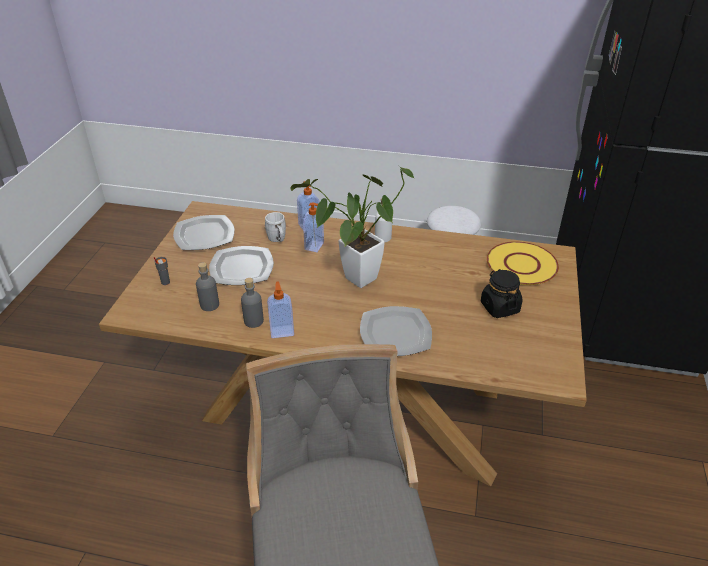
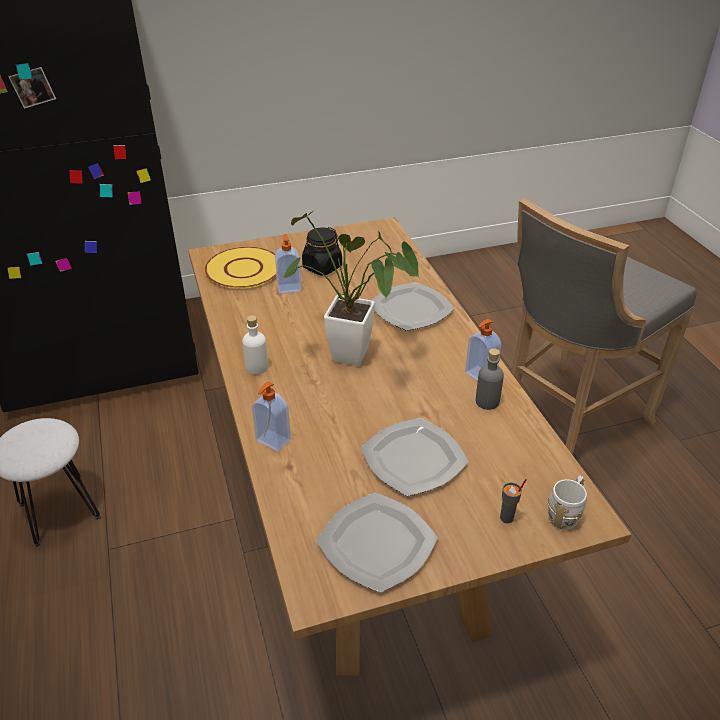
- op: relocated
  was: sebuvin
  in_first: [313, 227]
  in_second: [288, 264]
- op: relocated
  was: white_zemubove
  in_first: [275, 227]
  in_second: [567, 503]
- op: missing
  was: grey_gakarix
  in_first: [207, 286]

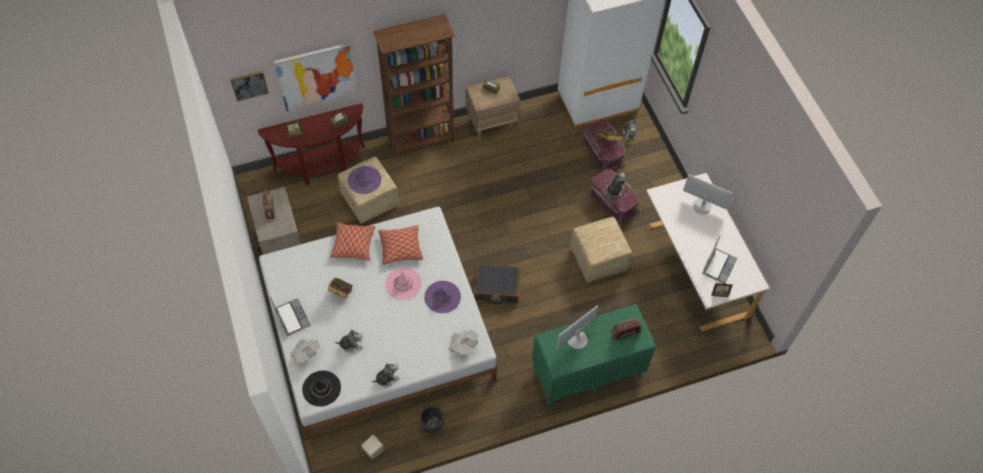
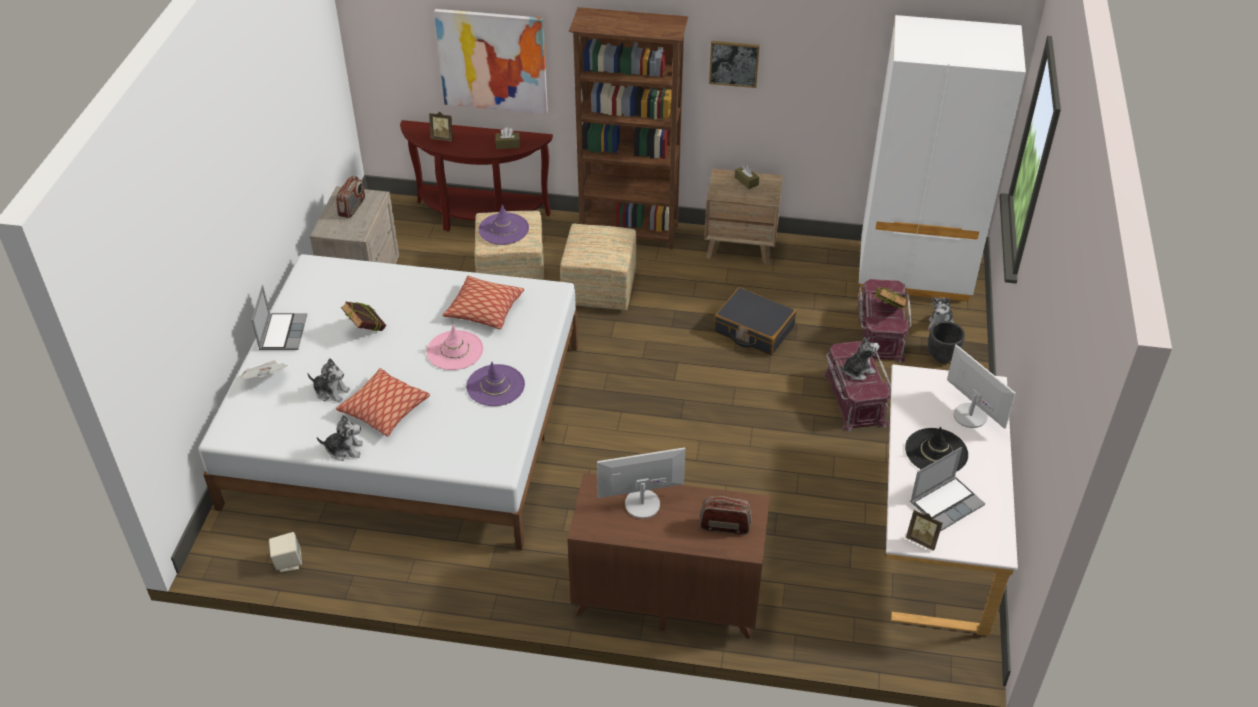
- op: relocated
  was: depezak
  in_first: [249, 86]
  in_second: [734, 64]
- op: relocated
  was: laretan
  in_first: [601, 250]
  in_second: [598, 267]
- op: relocated
  was: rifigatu
  in_first: [352, 241]
  in_second: [383, 402]
- op: relocated
  was: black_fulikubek
  in_first: [497, 284]
  in_second: [755, 321]
- op: colour
  was: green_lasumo
  now: brown_lasumo
  in_first: [594, 354]
  in_second: [668, 556]
- op: missing
  was: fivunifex
  in_first: [463, 342]
- op: relocated
  was: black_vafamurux
  in_first: [321, 388]
  in_second: [936, 449]
- op: relocated
  was: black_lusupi
  in_first: [431, 419]
  in_second: [946, 342]

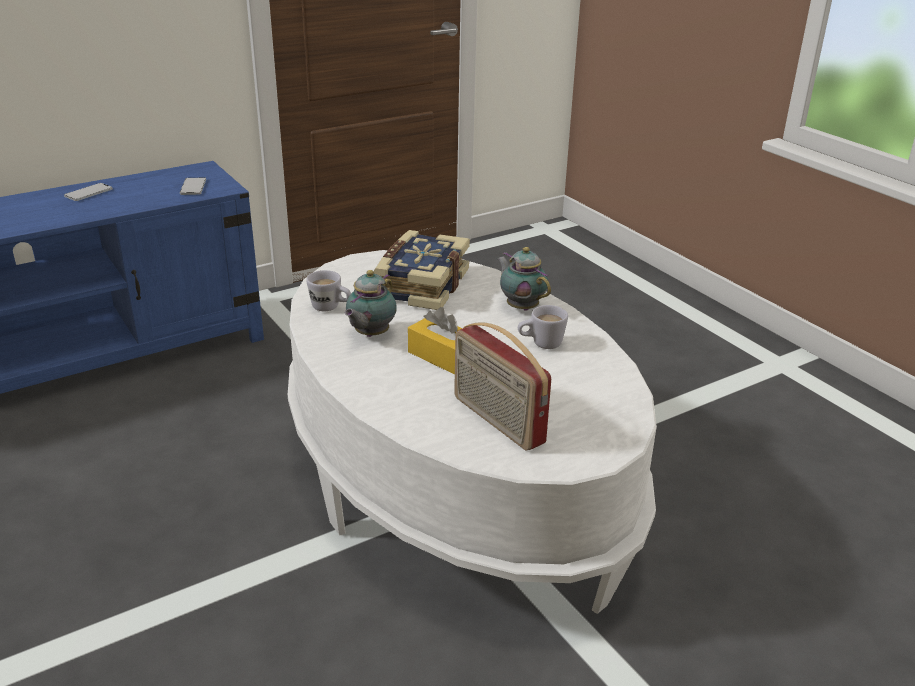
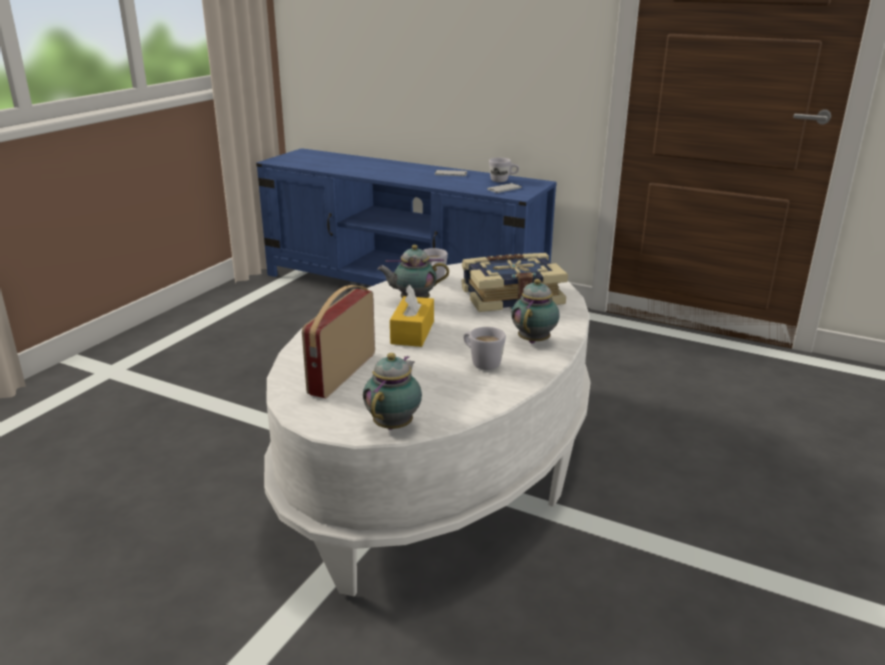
- op: appeared
  now: white_zemubove
  in_second: [504, 170]
- op: appeared
  now: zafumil
  in_second: [392, 391]

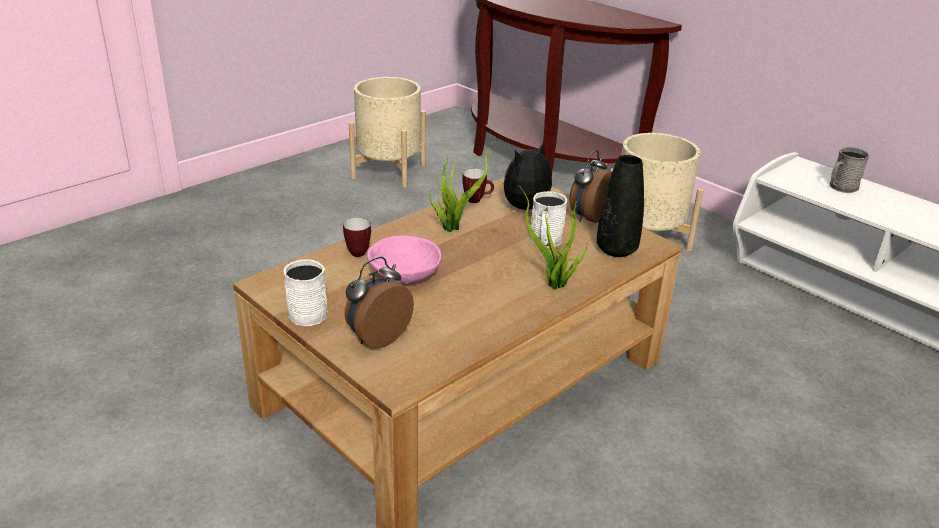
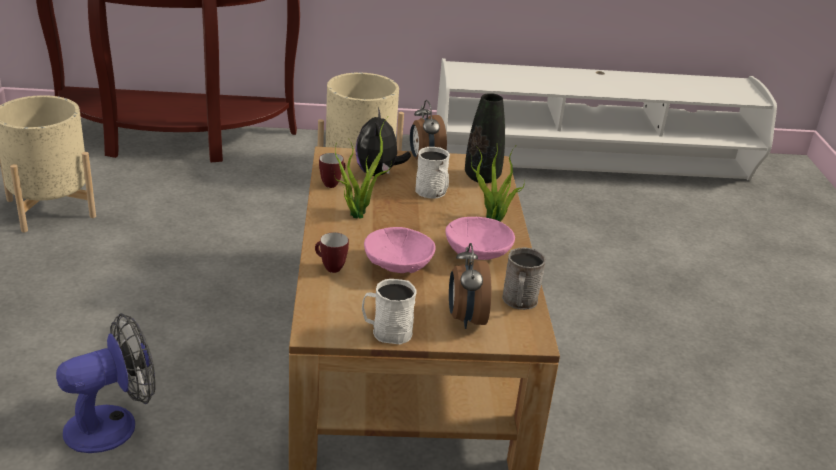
- op: relocated
  was: grey_zemubove
  in_first: [850, 170]
  in_second: [524, 278]
- op: appeared
  now: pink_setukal
  in_second: [480, 238]
- op: appeared
  now: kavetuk
  in_second: [105, 383]

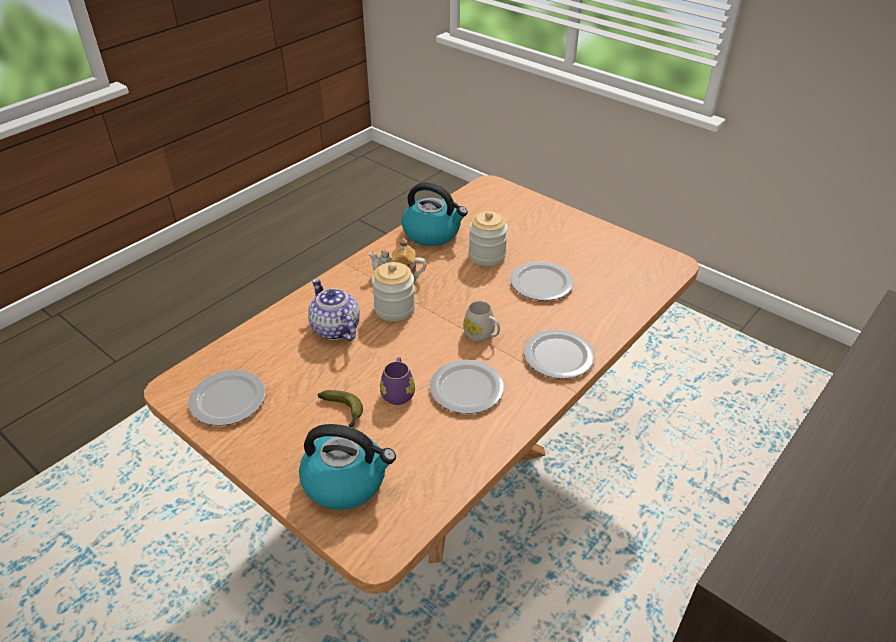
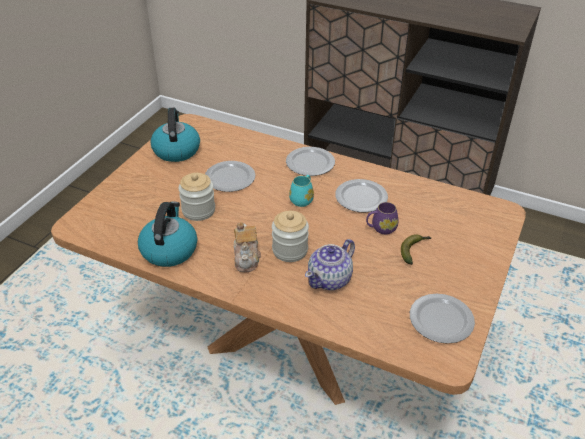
- op: colour
  was: white_zemubove
  now: turquoise_zemubove
  in_first: [481, 321]
  in_second: [301, 191]
- op: relocated
  was: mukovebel
  in_first: [347, 467]
  in_second: [175, 135]

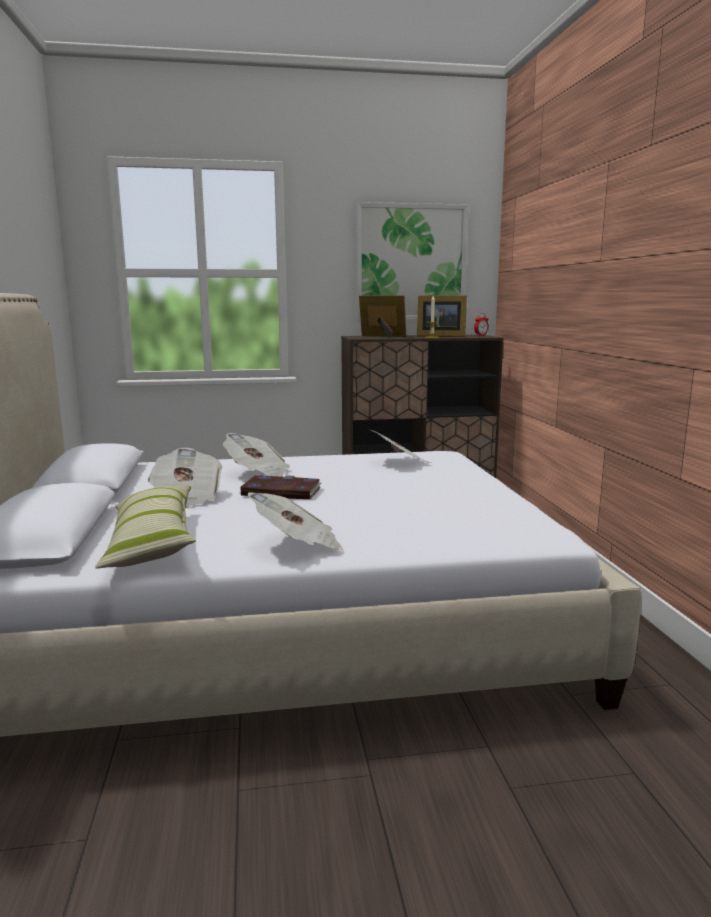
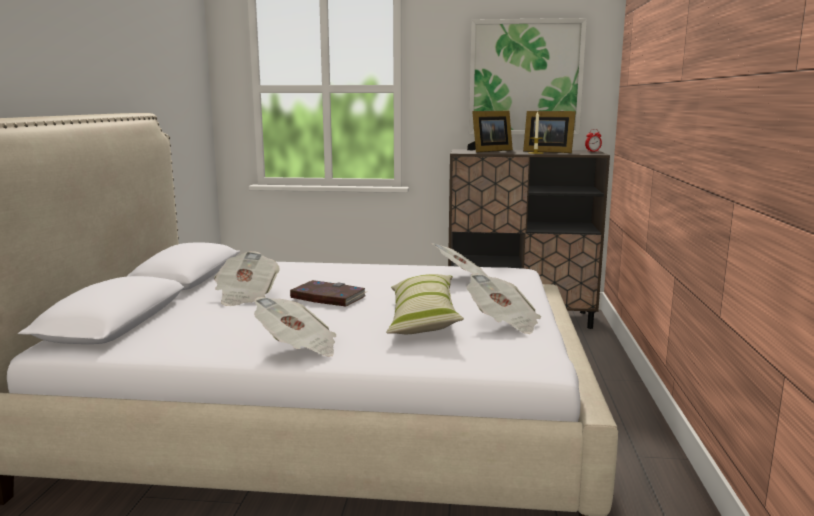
- op: spun
  was: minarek
  in_first: [382, 316]
  in_second: [490, 131]
  clockwise: 105
- op: relocated
  was: fivunifex
  in_first: [256, 455]
  in_second: [504, 303]
- op: relocated
  was: rifigatu
  in_first: [145, 527]
  in_second: [425, 304]

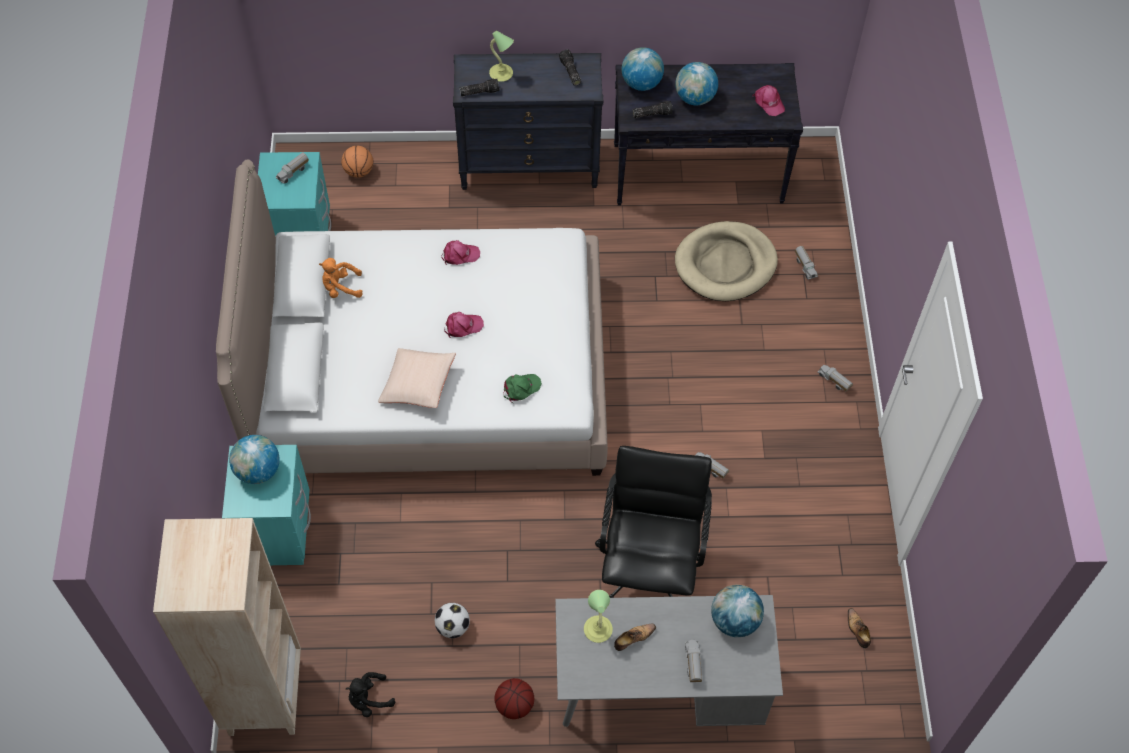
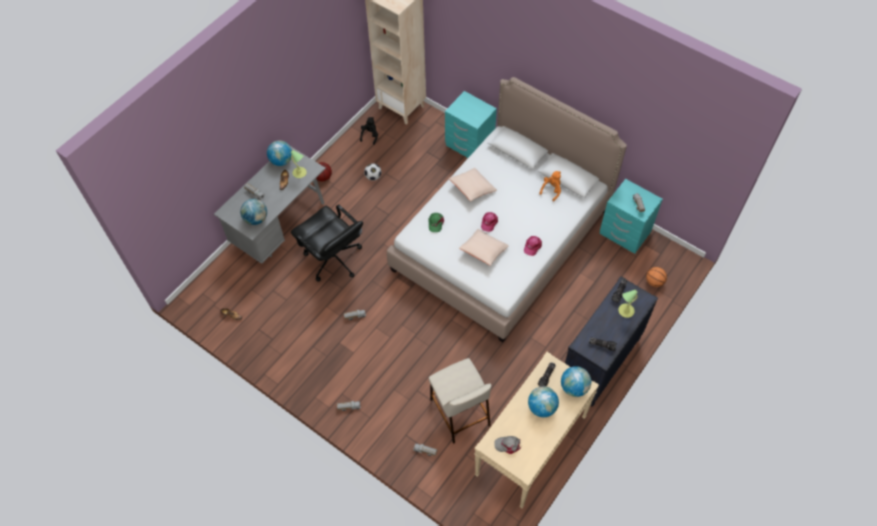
- op: colour
  was: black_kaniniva
  now: beige_kaniniva
  in_first: [708, 134]
  in_second: [536, 430]
- op: colour
  was: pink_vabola
  now: grey_vabola
  in_first: [769, 100]
  in_second: [508, 445]
- op: exchanged
  was: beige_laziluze
  now: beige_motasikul
  in_first: [726, 261]
  in_second: [460, 401]
- op: relocated
  was: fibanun
  in_first: [254, 459]
  in_second: [279, 153]
- op: appeared
  now: beige_rifigatu
  in_second: [484, 247]

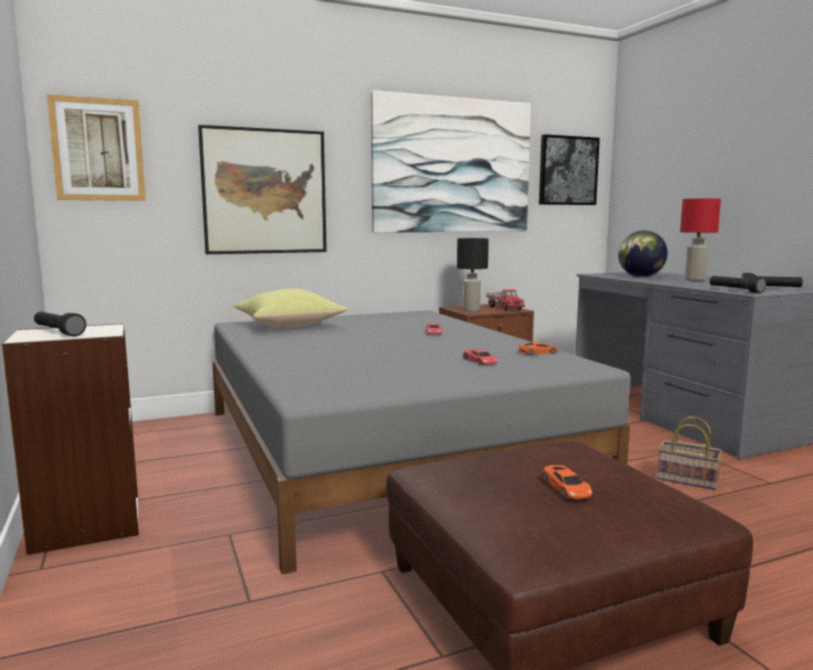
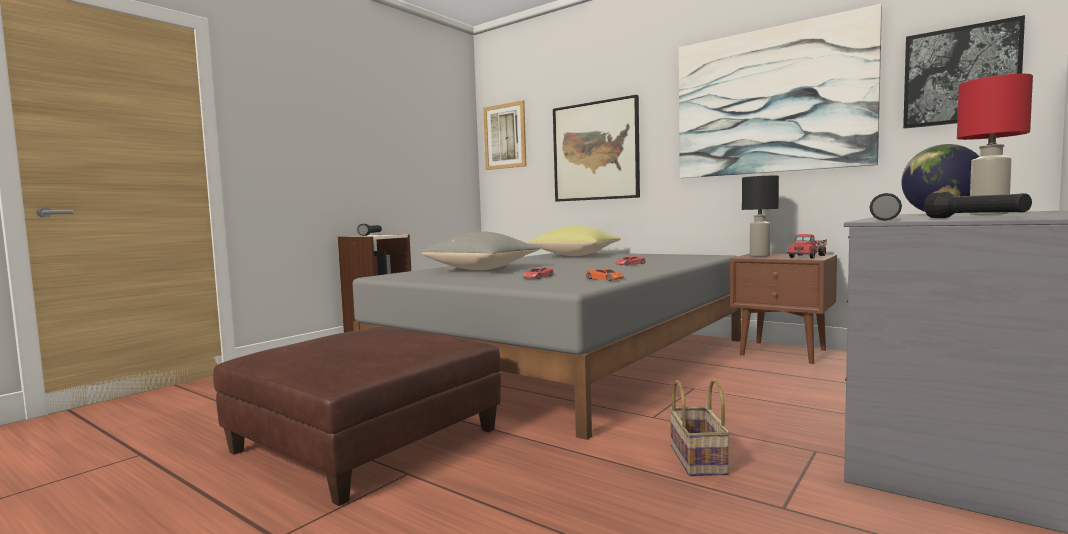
- op: missing
  was: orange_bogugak
  in_first: [567, 482]
- op: appeared
  now: grey_rifigatu
  in_second: [481, 250]

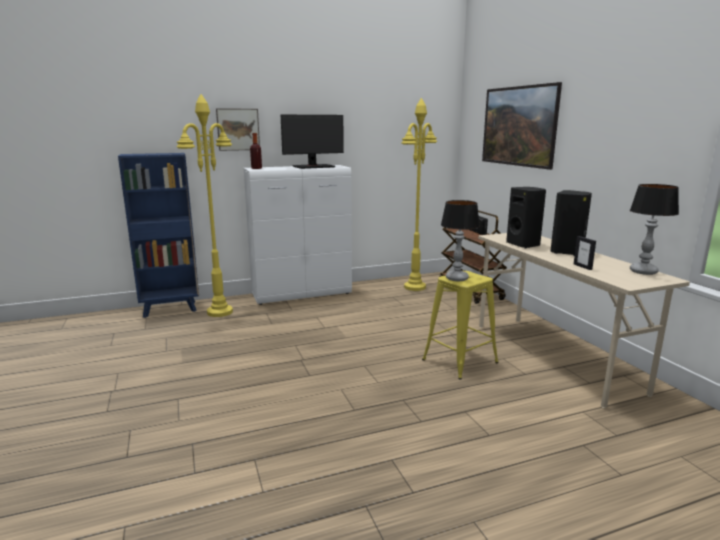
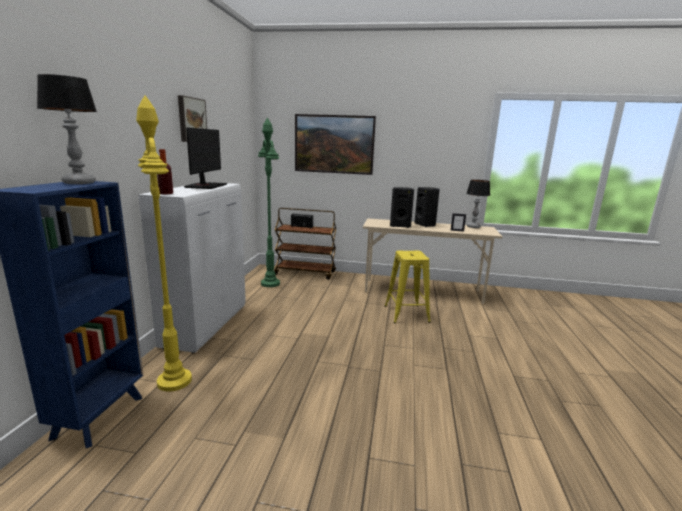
- op: colour
  was: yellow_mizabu
  now: green_mizabu
  in_first: [419, 194]
  in_second: [269, 202]
- op: relocated
  was: depezak
  in_first: [238, 129]
  in_second: [192, 118]
- op: relocated
  was: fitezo
  in_first: [460, 240]
  in_second: [67, 129]

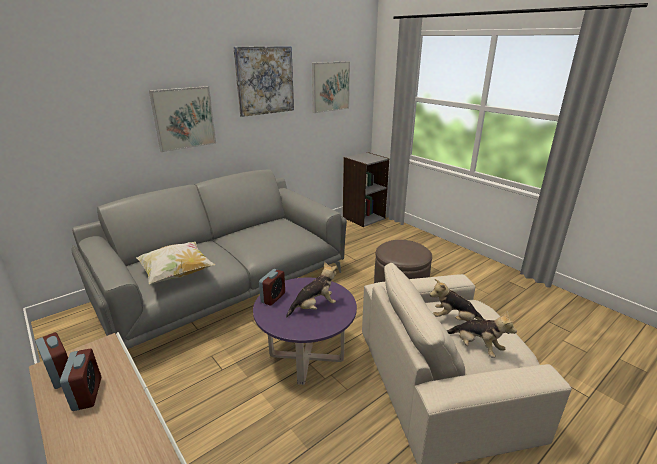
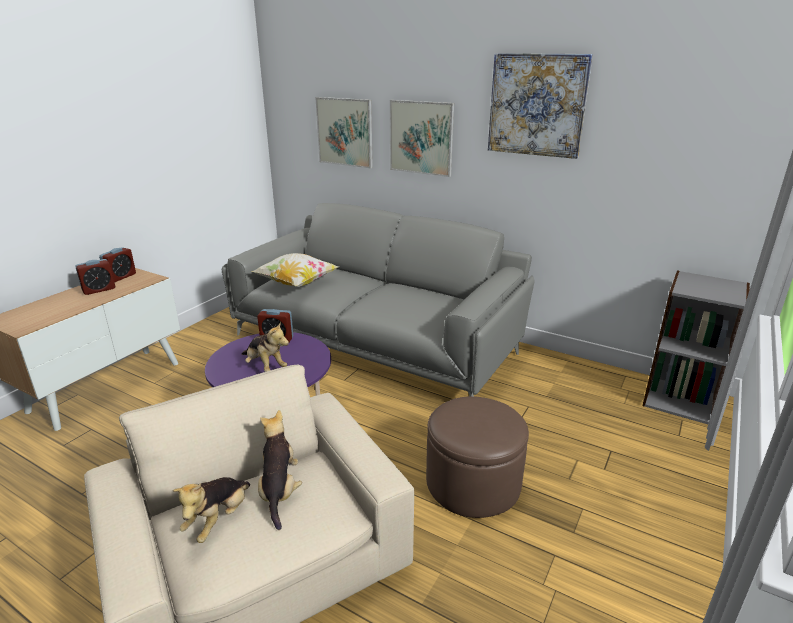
- op: relocated
  was: depezak
  in_first: [331, 87]
  in_second: [344, 132]

